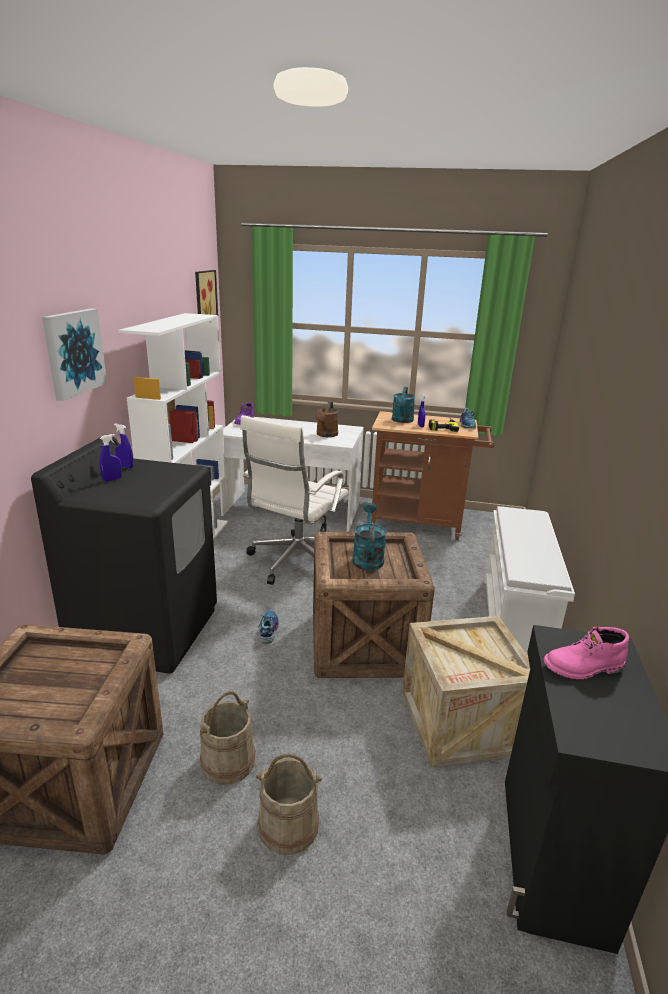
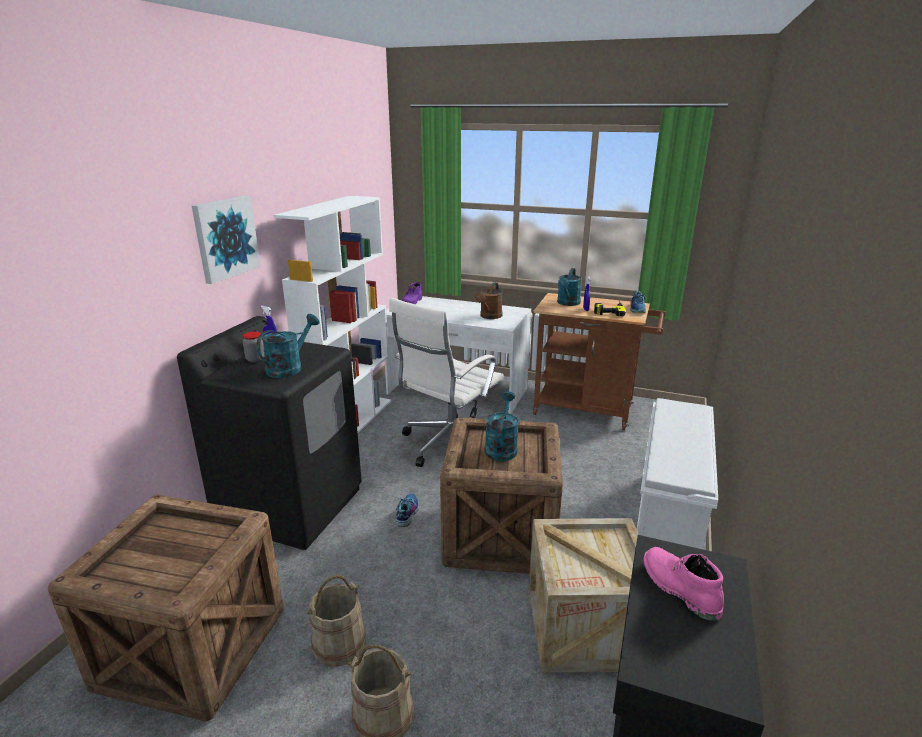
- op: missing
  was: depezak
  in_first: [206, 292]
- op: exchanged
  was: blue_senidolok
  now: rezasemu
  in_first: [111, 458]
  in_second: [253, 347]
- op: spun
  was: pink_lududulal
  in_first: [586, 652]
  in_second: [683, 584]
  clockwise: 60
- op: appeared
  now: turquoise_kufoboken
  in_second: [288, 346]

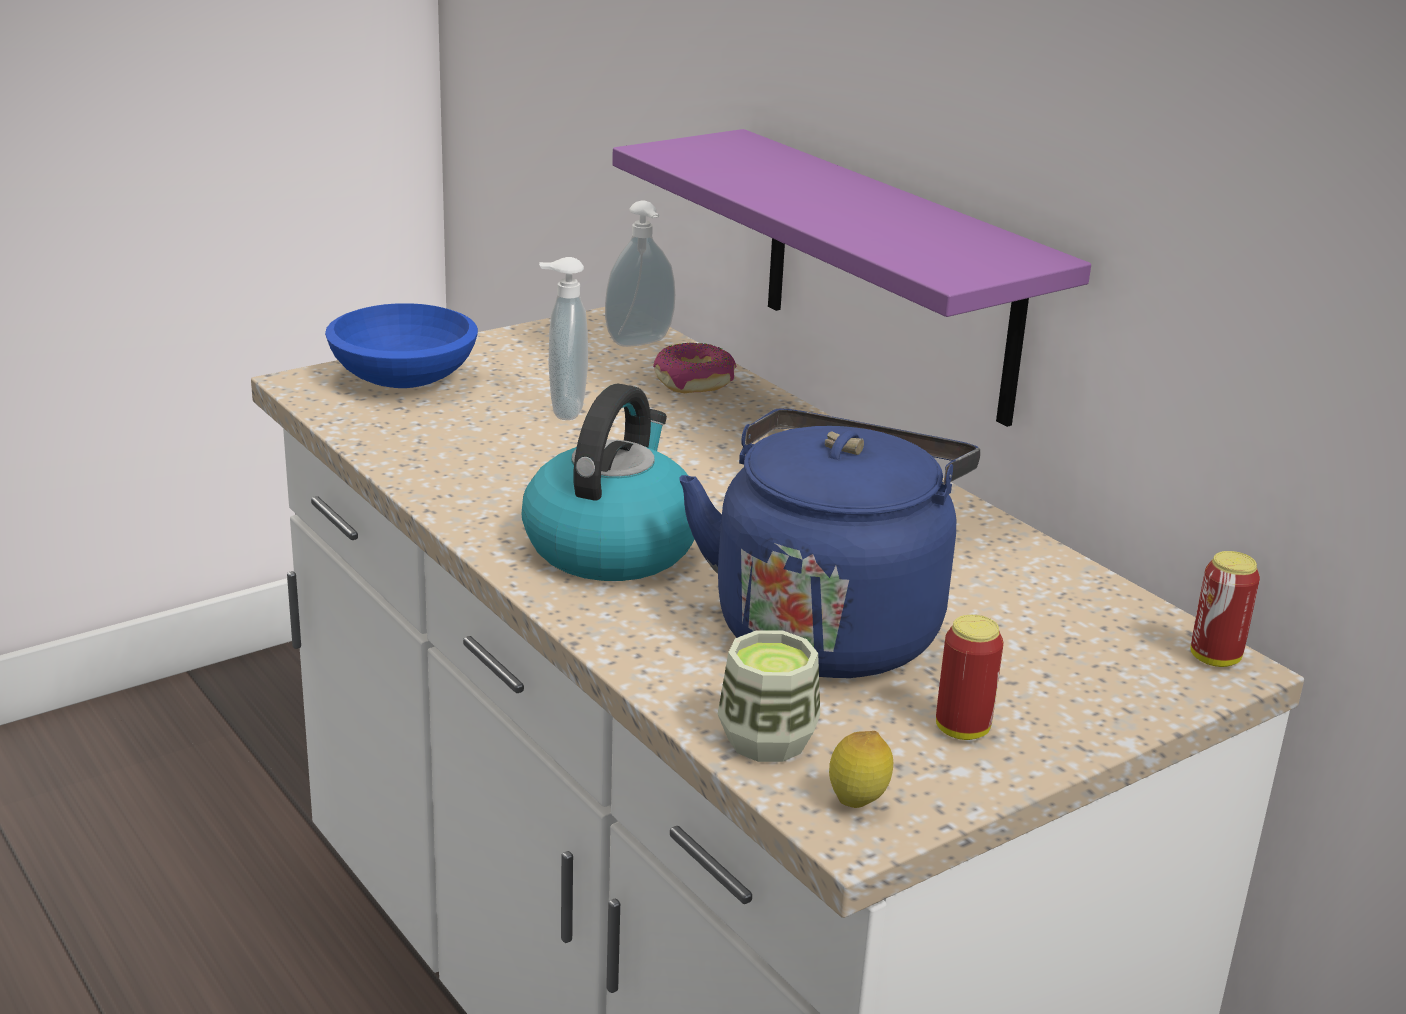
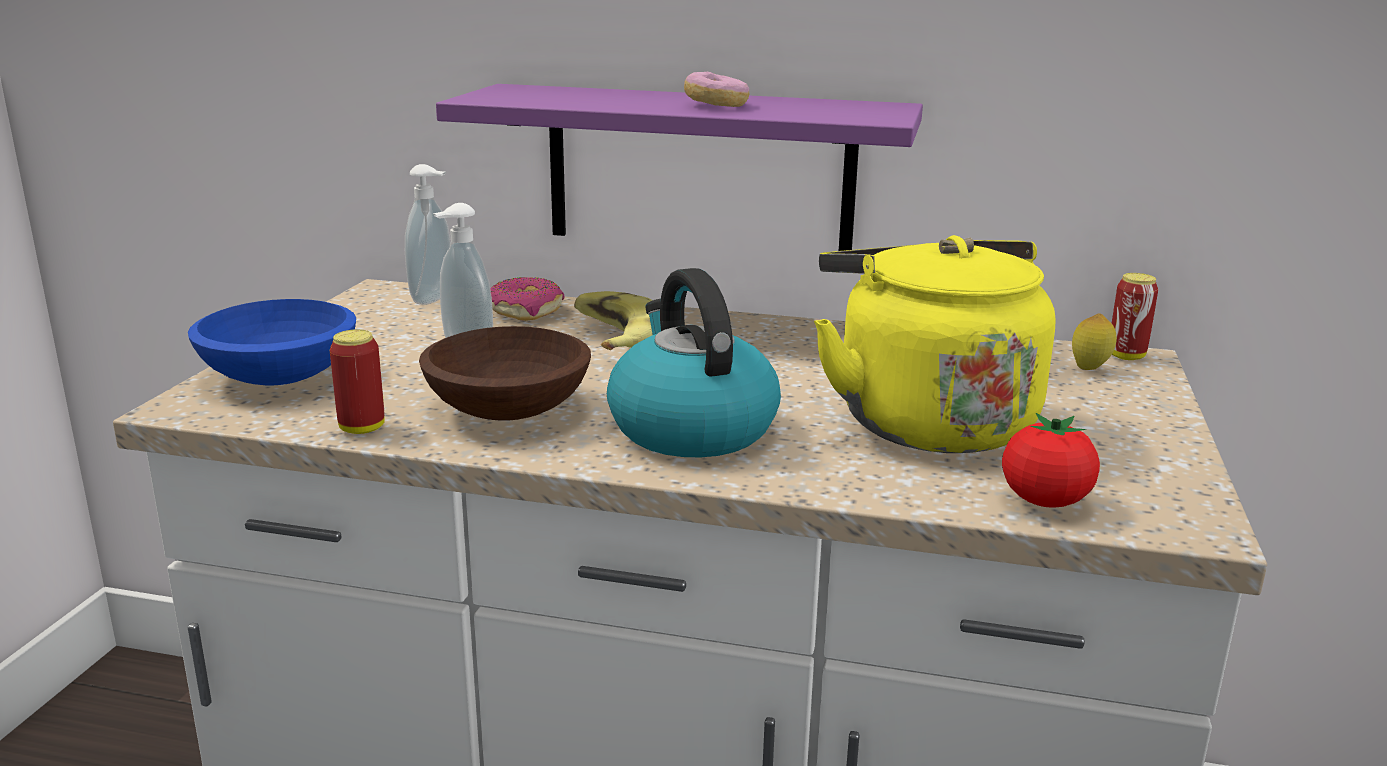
- op: colour
  was: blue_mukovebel
  now: yellow_mukovebel
  in_first: [829, 543]
  in_second: [935, 344]
- op: relocated
  was: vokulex
  in_first: [970, 677]
  in_second: [357, 381]
- op: exchanged
  was: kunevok
  now: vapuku
  in_first: [769, 696]
  in_second: [1051, 460]
- op: relocated
  was: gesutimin
  in_first: [861, 769]
  in_second: [1094, 341]
- op: appeared
  now: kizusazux
  in_second: [716, 89]
- op: appeared
  now: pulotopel
  in_second: [613, 320]
- op: appeared
  now: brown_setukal
  in_second: [505, 373]

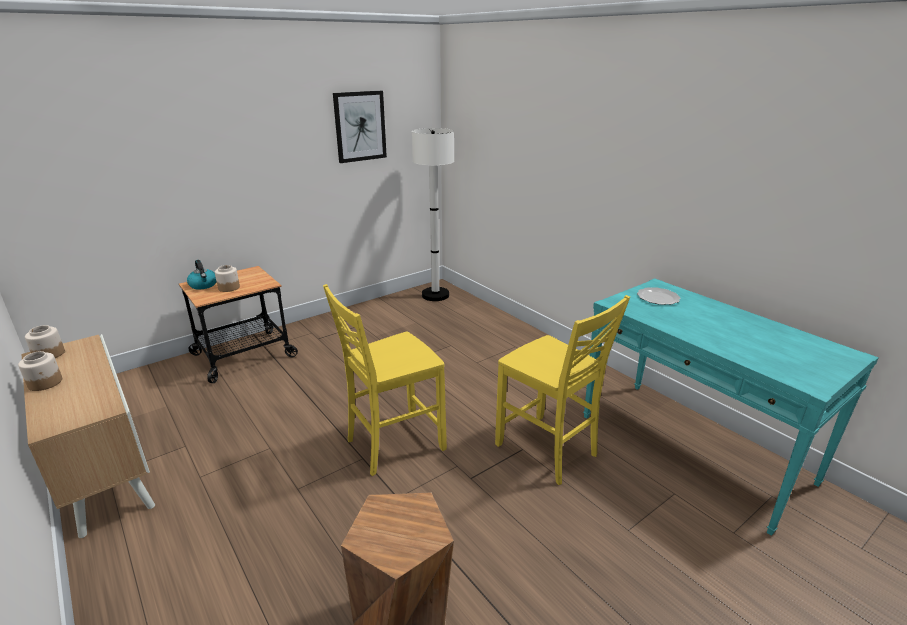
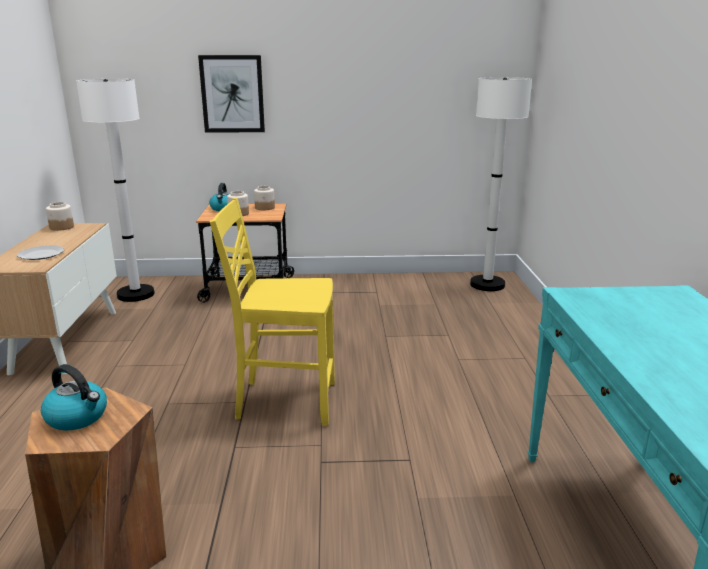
- op: relocated
  was: depezak
  in_first: [360, 127]
  in_second: [231, 94]
- op: relocated
  was: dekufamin
  in_first: [659, 296]
  in_second: [40, 252]
- op: missing
  was: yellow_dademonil
  in_first: [562, 390]
- op: relocated
  was: rezasemu
  in_first: [40, 371]
  in_second: [264, 198]
- op: appeared
  now: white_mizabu
  in_second: [115, 190]
- op: appeared
  now: mukovebel
  in_second: [74, 397]

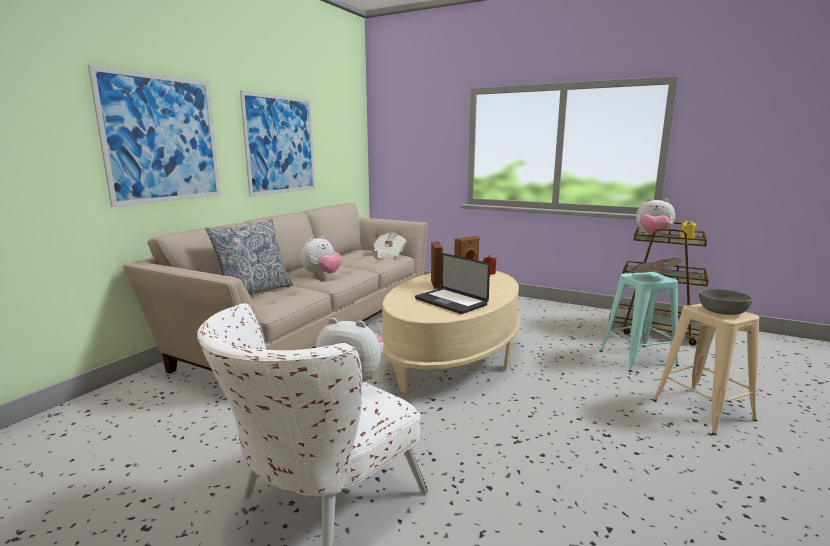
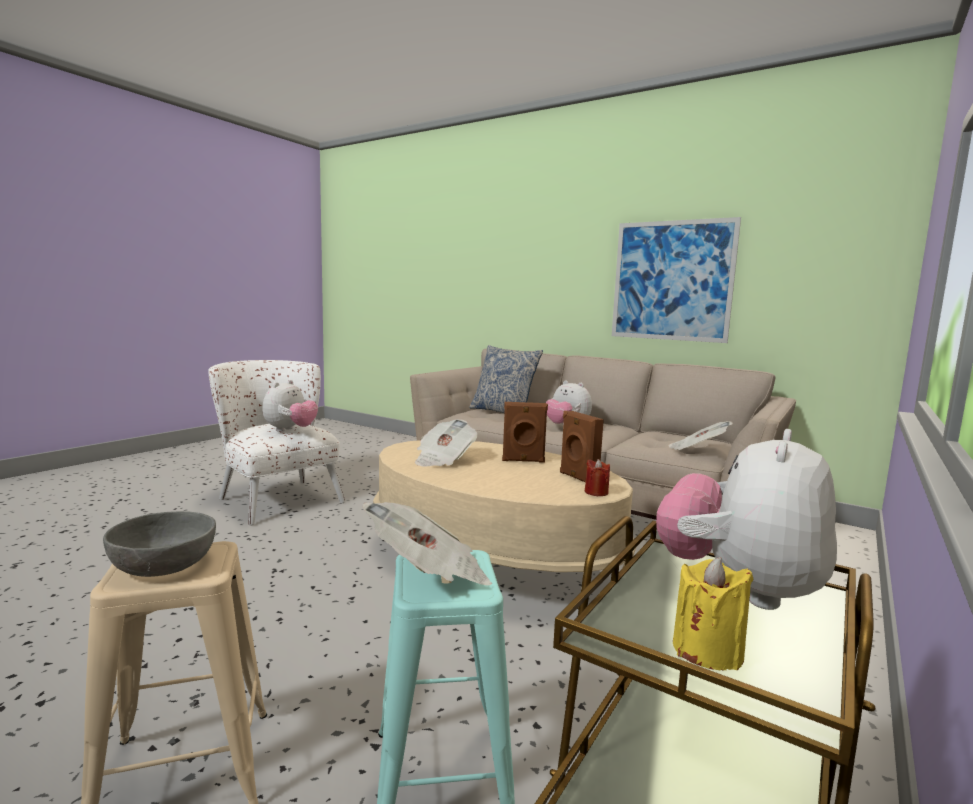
- op: missing
  was: depezak
  in_first: [154, 136]
- op: exchanged
  was: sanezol
  now: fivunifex
  in_first: [452, 283]
  in_second: [446, 442]

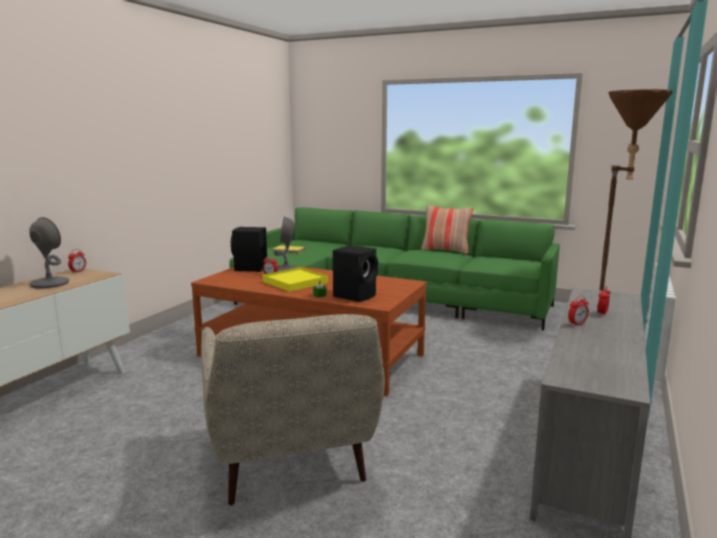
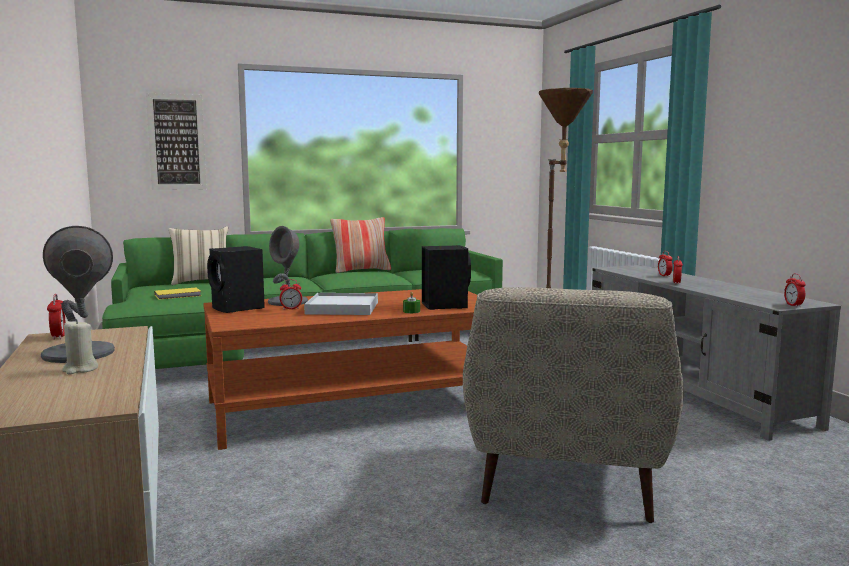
- op: colour
  was: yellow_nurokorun
  now: white_nurokorun
  in_first: [295, 279]
  in_second: [341, 304]
- op: spun
  was: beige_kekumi
  in_first: [293, 409]
  in_second: [573, 405]
  clockwise: 75
- op: appeared
  now: depezak
  in_second: [176, 141]
- op: appeared
  now: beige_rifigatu
  in_second: [198, 255]
- op: appeared
  now: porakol
  in_second: [794, 290]
- op: appeared
  now: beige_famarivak
  in_second: [80, 347]

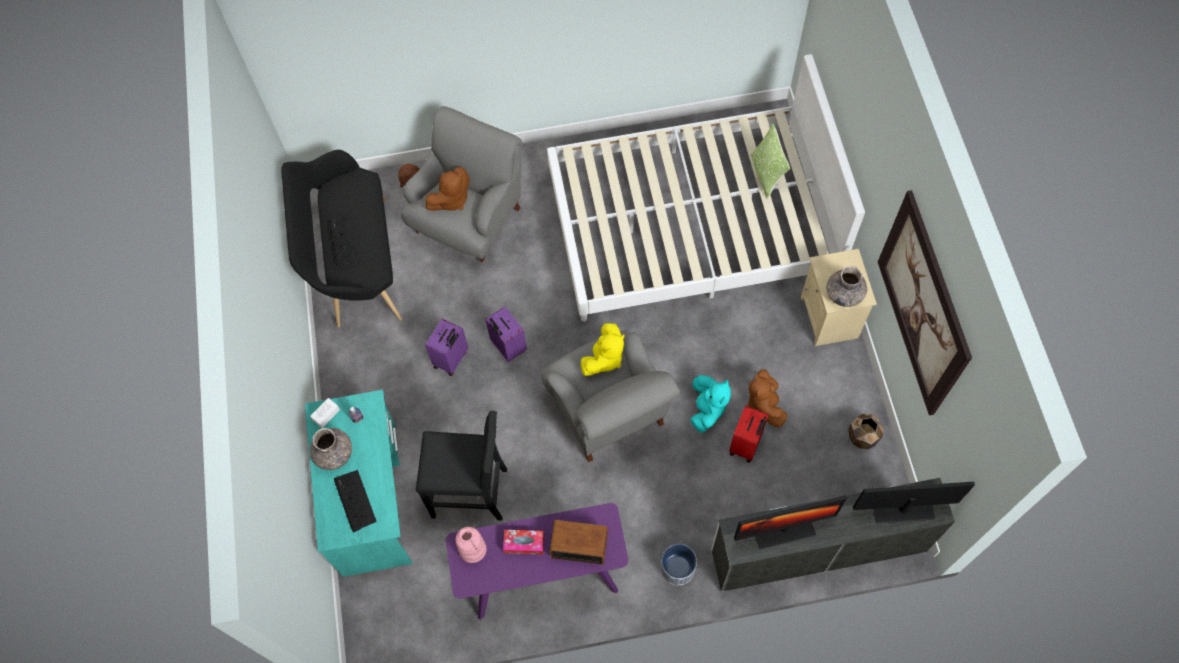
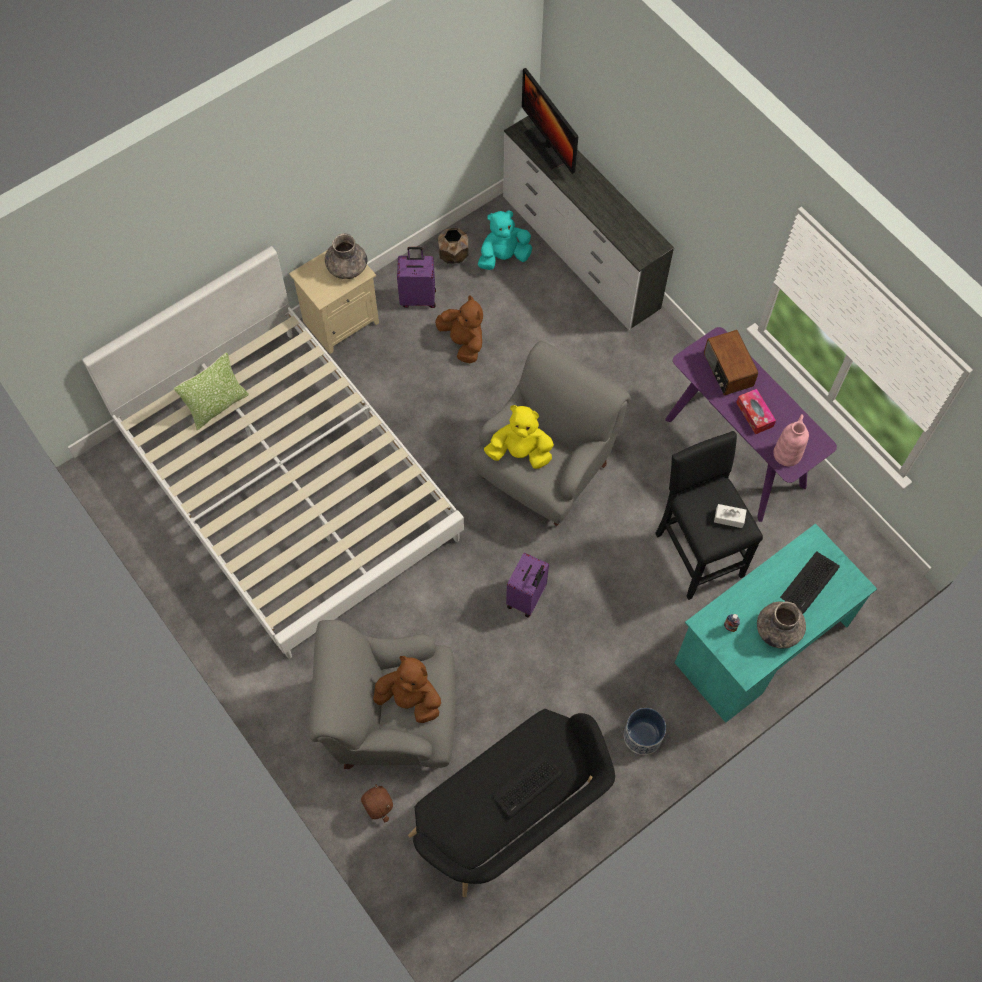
- op: missing
  was: depezak
  in_first: [925, 303]
- op: relocated
  was: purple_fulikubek
  in_first: [446, 347]
  in_second: [416, 277]
- op: spun
  was: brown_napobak
  in_first: [767, 398]
  in_second: [459, 329]
  clockwise: -90
- op: relocated
  was: turquoise_napobak
  in_first: [711, 404]
  in_second: [505, 240]
- op: relocated
  was: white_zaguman
  in_first: [325, 413]
  in_second: [730, 516]
- op: missing
  was: red_fulikubek
  in_first: [749, 433]
- op: missing
  was: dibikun
  in_first: [790, 522]
- op: relocated
  was: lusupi
  in_first: [679, 564]
  in_second: [645, 731]

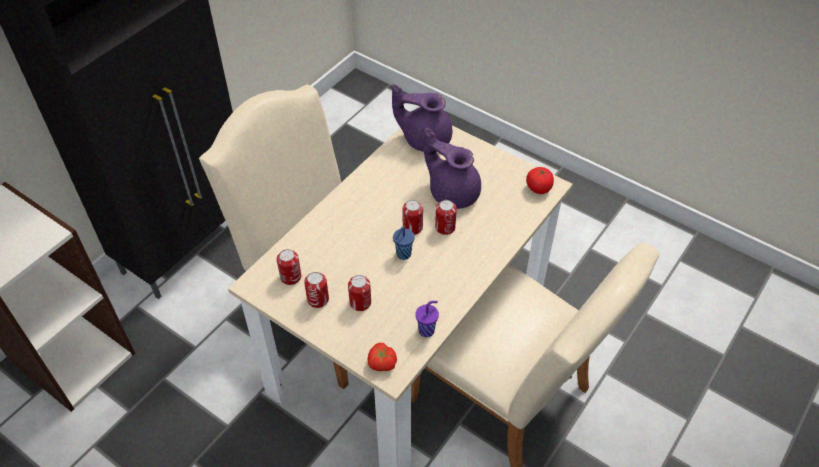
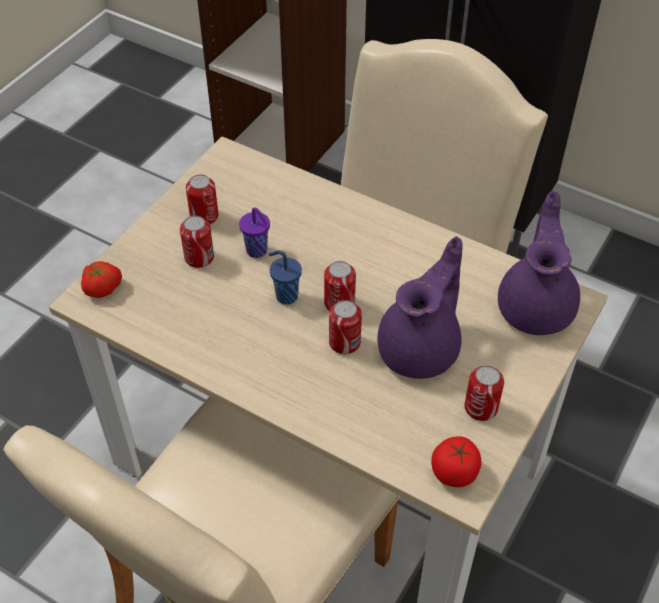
- op: relocated
  was: vokulex
  in_first: [289, 267]
  in_second: [484, 393]
- op: relocated
  was: purple_kunevok
  in_first: [427, 319]
  in_second: [254, 233]

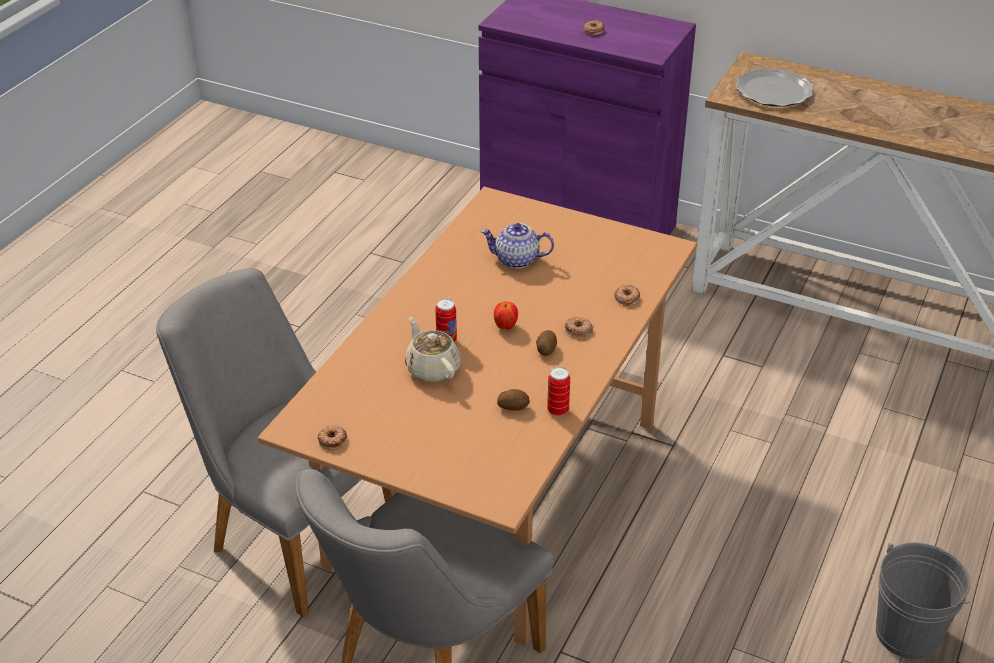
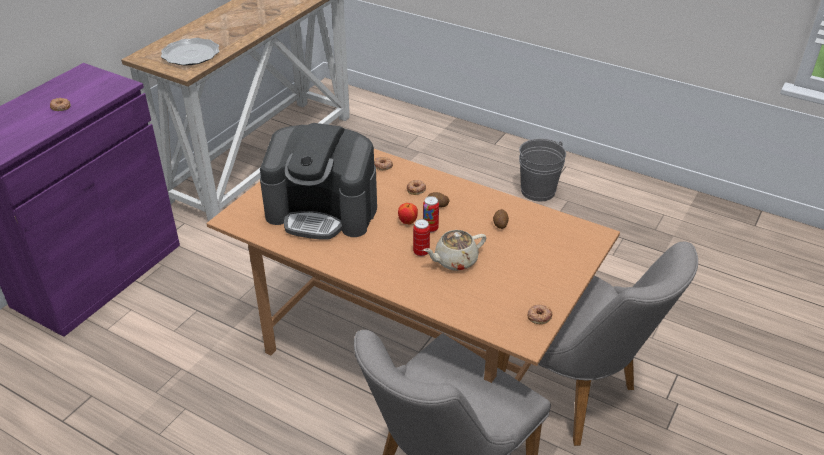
- op: exchanged
  was: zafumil
  now: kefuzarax
  in_first: [517, 246]
  in_second: [318, 181]
- op: relocated
  was: vokulex
  in_first: [558, 391]
  in_second: [431, 214]

